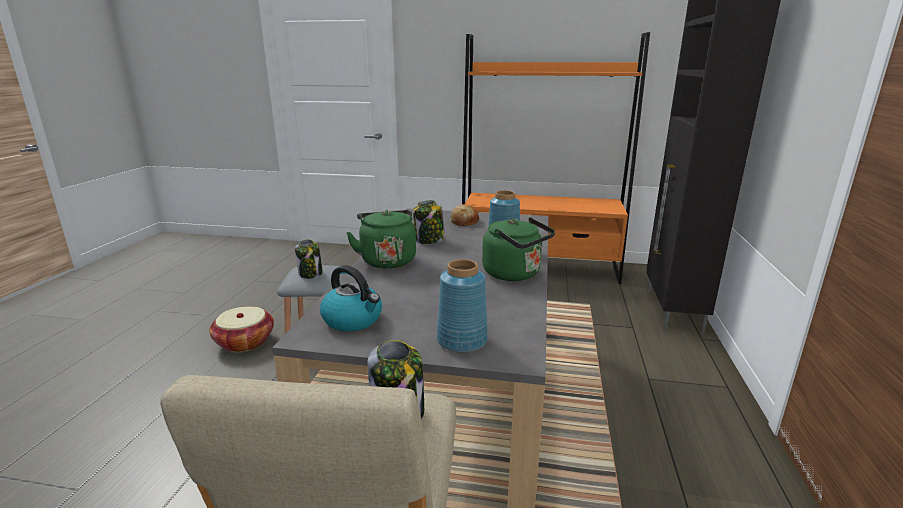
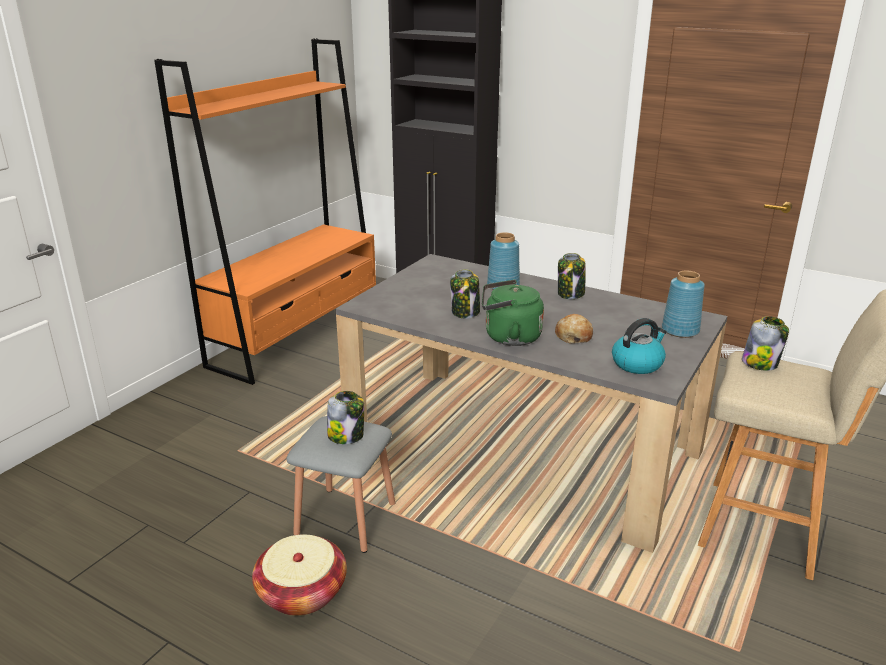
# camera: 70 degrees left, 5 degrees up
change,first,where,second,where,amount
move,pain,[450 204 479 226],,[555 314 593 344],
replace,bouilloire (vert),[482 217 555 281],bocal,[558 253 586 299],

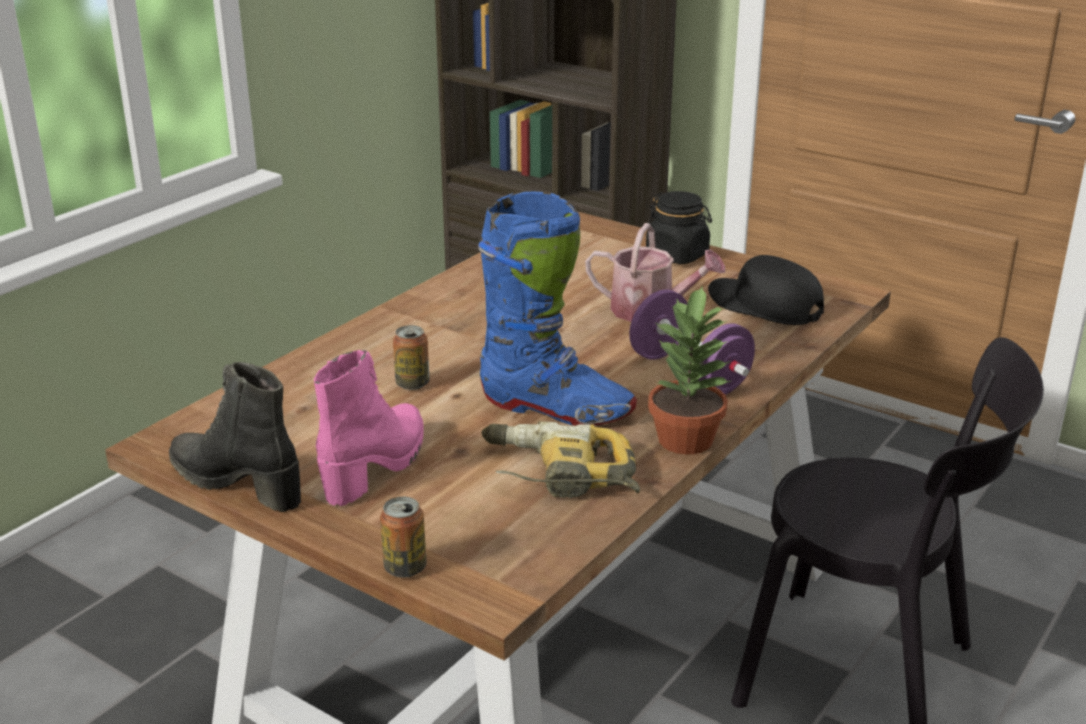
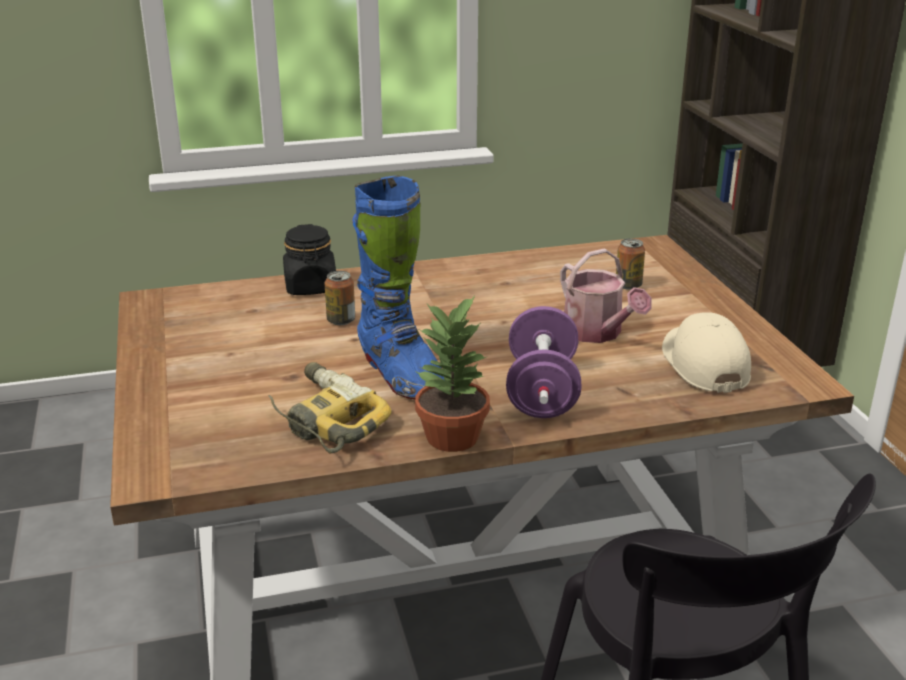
# camera: 40 degrees right, 0 degrees up
change,first,where,second,where,amount
move,bocal (noir),[646 191 712 264],,[283 224 336 295],
recolor,casquette (noir),[708 255 824 325],casquette (beige),[662 312 751 393],
delete,botte (rose),[314 350 424 506],,,
delete,botte (noir),[169 362 301 512],,,
move,boîte métallique,[380 497 427 578],,[616 238 645 290],

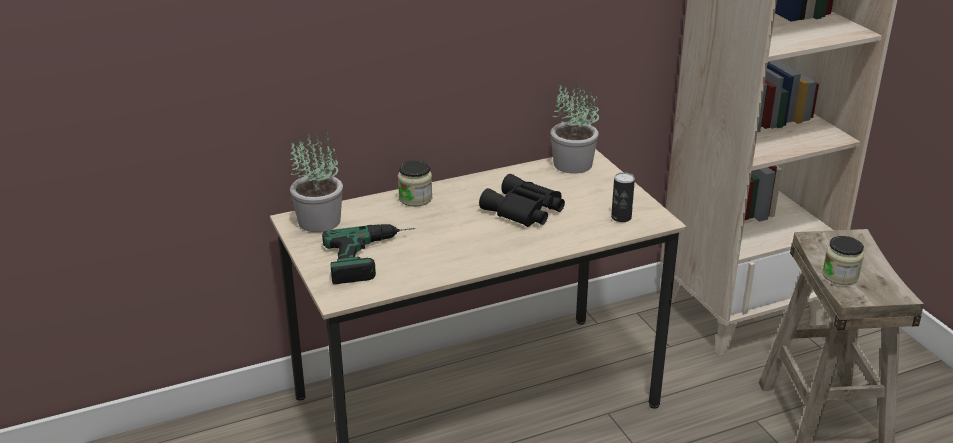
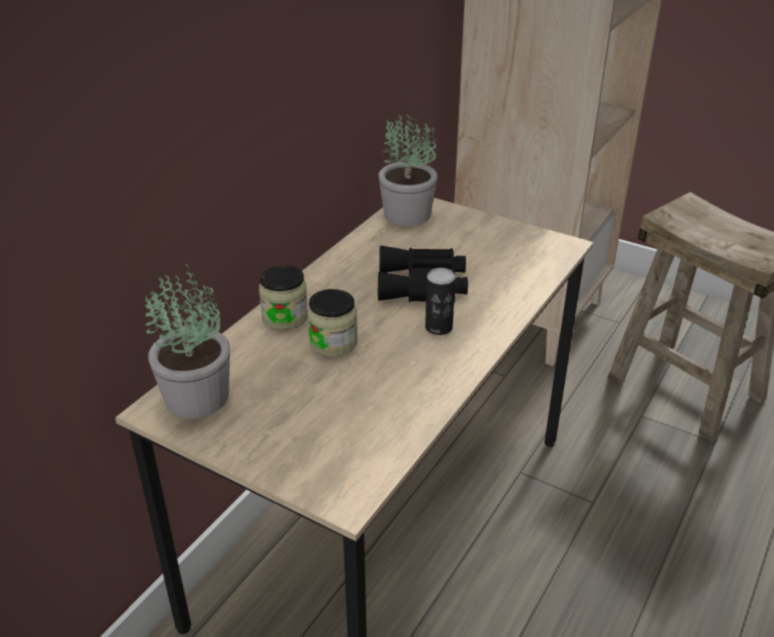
# camera: 35 degrees left, 5 degrees up
change,first,where,second,where,amount
move,boîte métallique,[611 172 635 222],,[425 268 455 335],
delete,perceuse,[322 224 415 284],,,
move,bocal,[822 236 864 285],,[307 289 358 357],

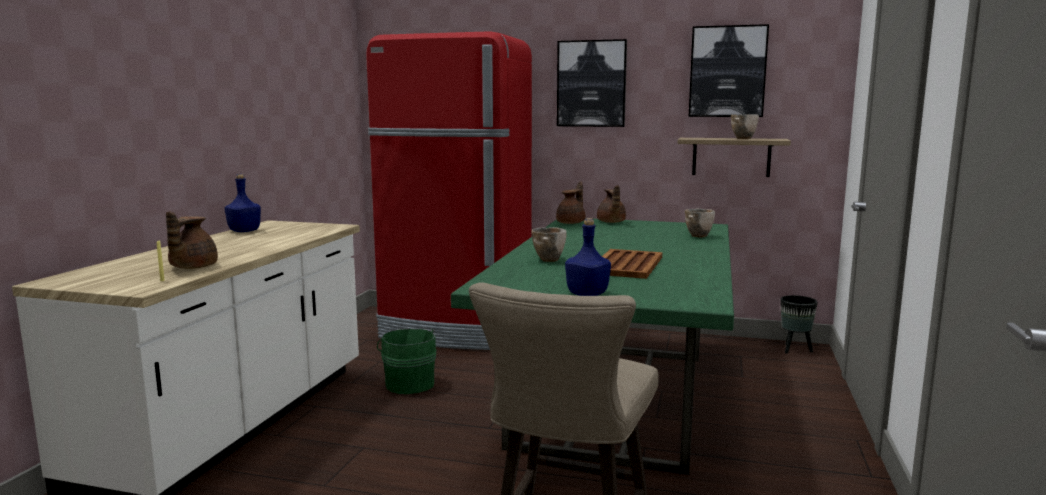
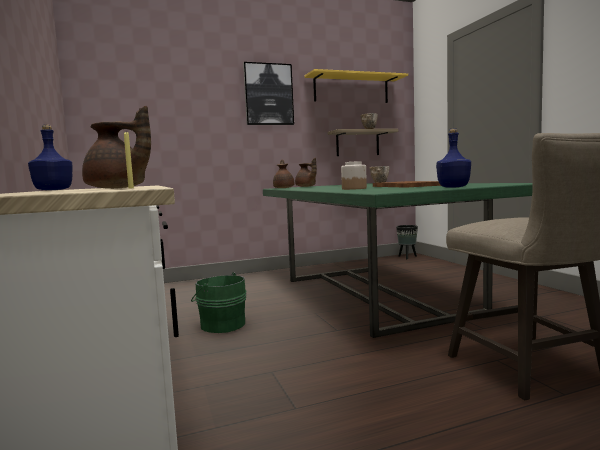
# camera: 35 degrees left, 5 degrees down
change,first,where,second,where,amount
replace,tableau,[689 24 769 117],étagère (jaune),[304 69 408 103],
delete,réfrigérateur (rouge),[366 31 532 350],,,
rotate,théière (marron),[166 212 218 269],,[82 106 151 189],45 degrees counterclockwise
replace,bol,[531 227 567 262],bocal,[341 161 367 190],

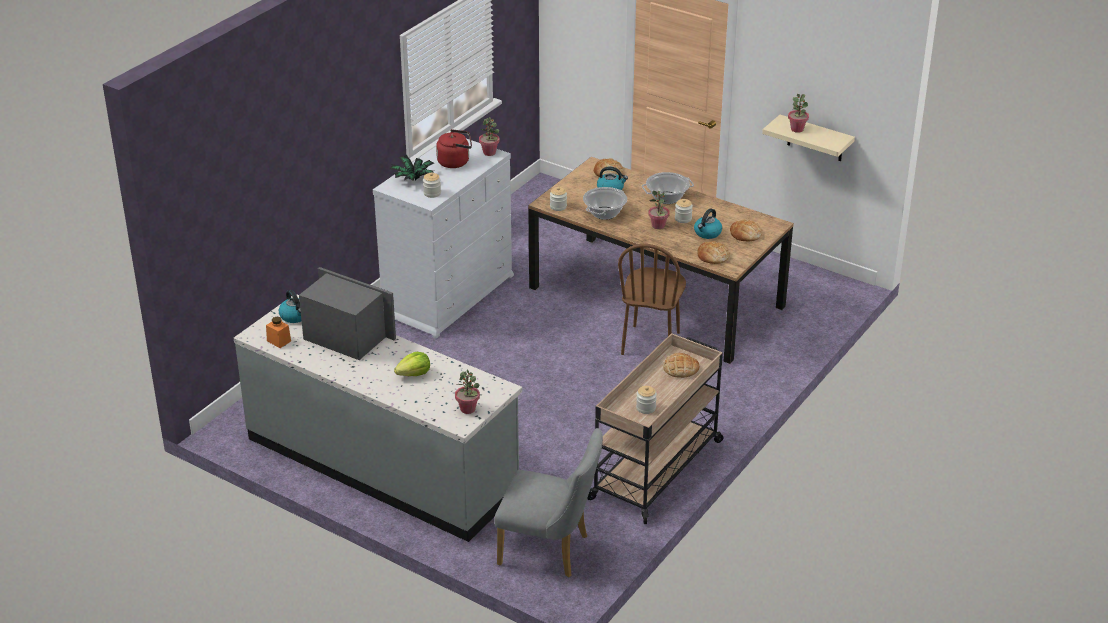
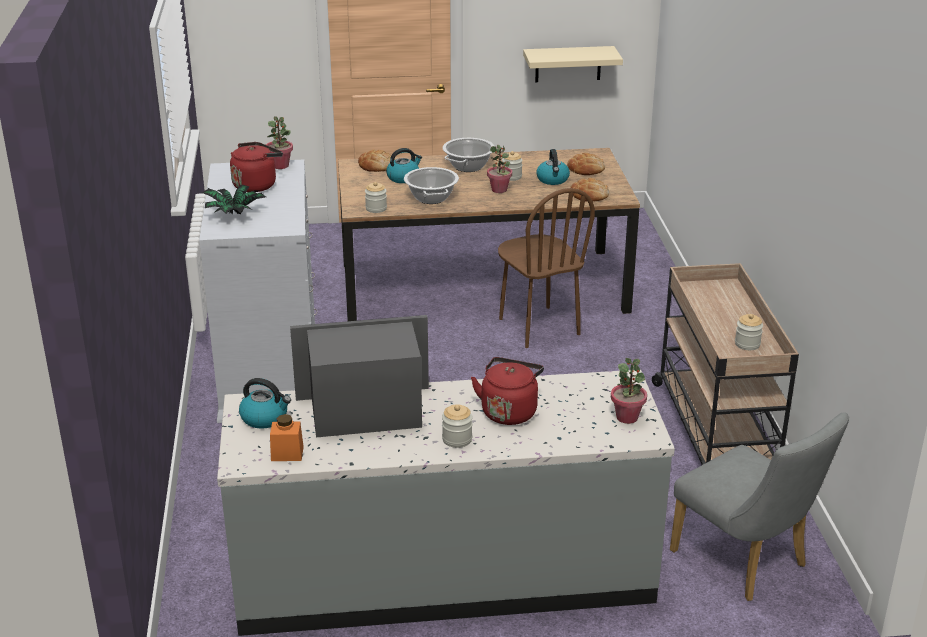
# camera: 40 degrees left, 5 degrees down
change,first,where,second,where,amount
delete,plante en pot,[788 94 809 133],,,
move,bocal,[423 172 441 198],,[442 404 473 448],
replace,laitue,[394 352 430 376],bouilloire (rouge),[471 357 544 425],
delete,pain,[663 353 699 378],,,
rotate,chaise (gris),[494 428 603 577],,[670 412 849 601],75 degrees clockwise

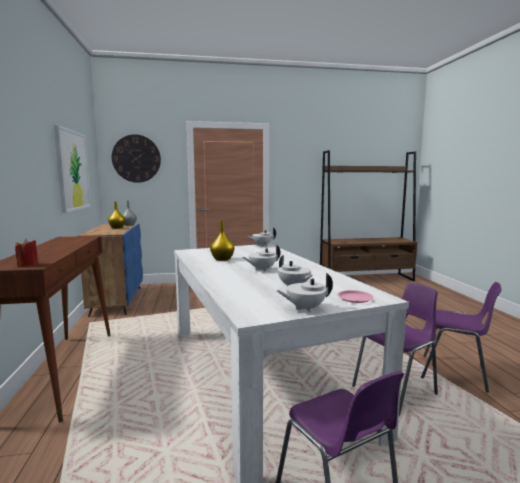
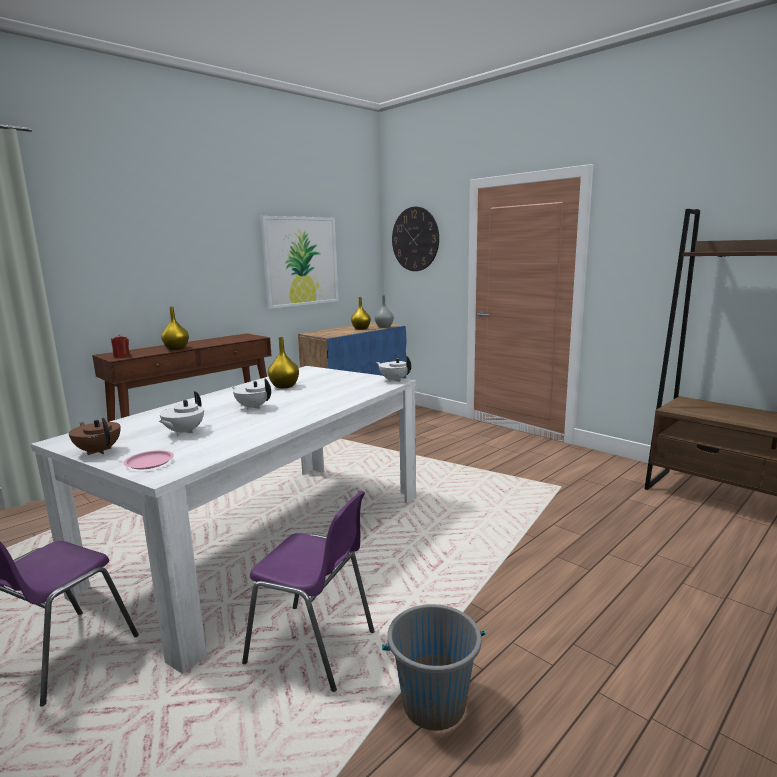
# camera: 55 degrees right, 5 degrees up
change,first,where,second,where,amount
recolor,théière (blanc),[277 273 333 312],théière (marron),[69 418 121 455],
replace,chaise (violet),[421 282 502 393],seau (gris),[382 604 485 731],
insert,,,vase (jaune),[161 307 189 350],

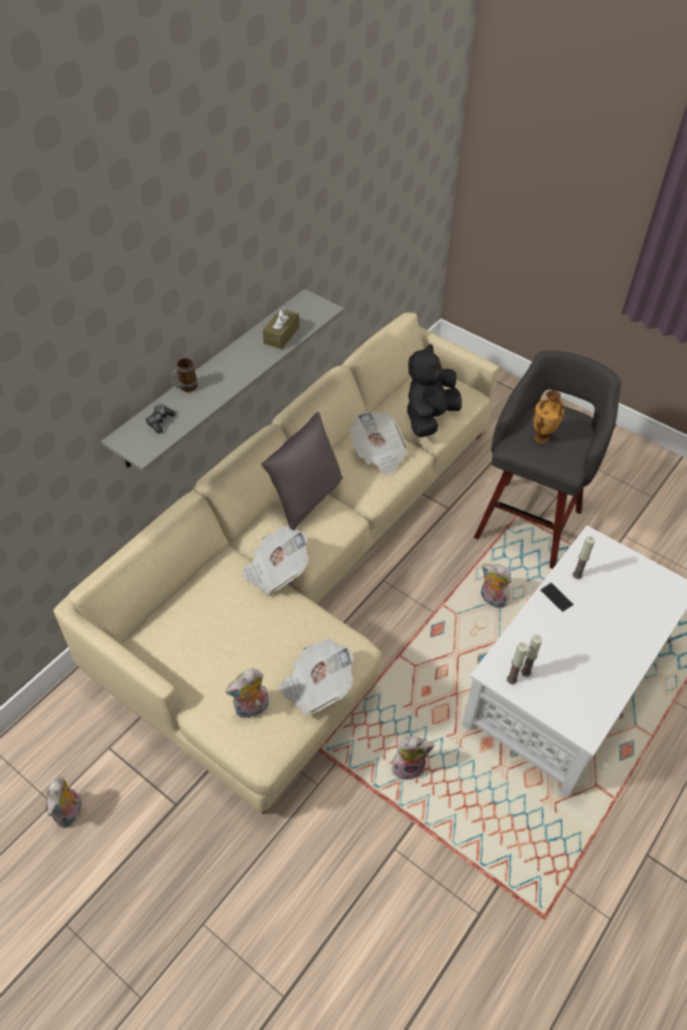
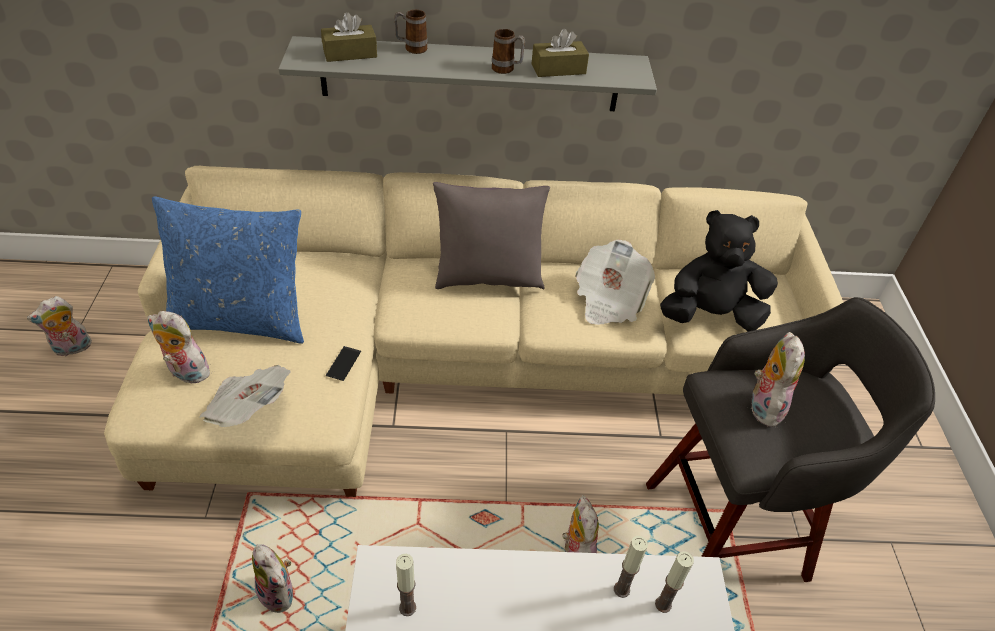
# camera: 50 degrees right, 5 degrees down
change,first,where,second,where,amount
replace,vase,[533 390 564 443],peluche,[751 332 805 427],
replace,manette,[145 404 176 434],boîte à mouchoirs (marron),[321 12 377 62],
delete,journal,[242 526 309 595],,,
move,téléphone,[540 583 574 612],,[326 346 361 381],
move,bougie,[507 643 528 684],,[655 551 694 613],
insert,,,mug,[492 29 525 74],
insert,,,coussin (bleu),[152 197 304 343],

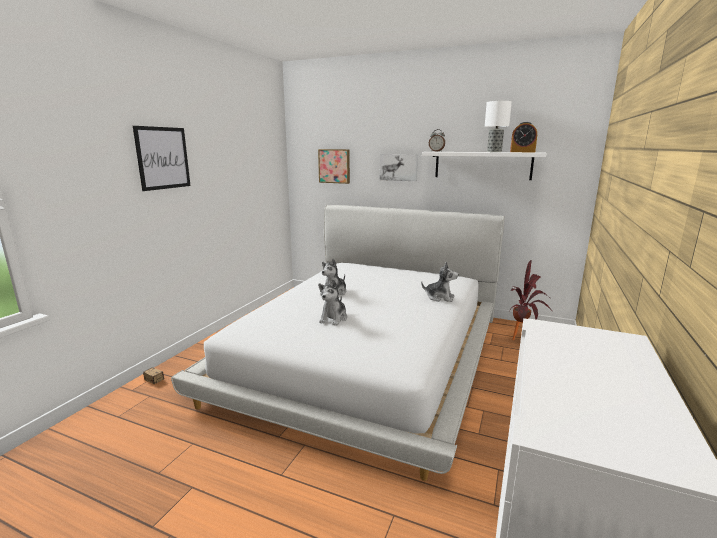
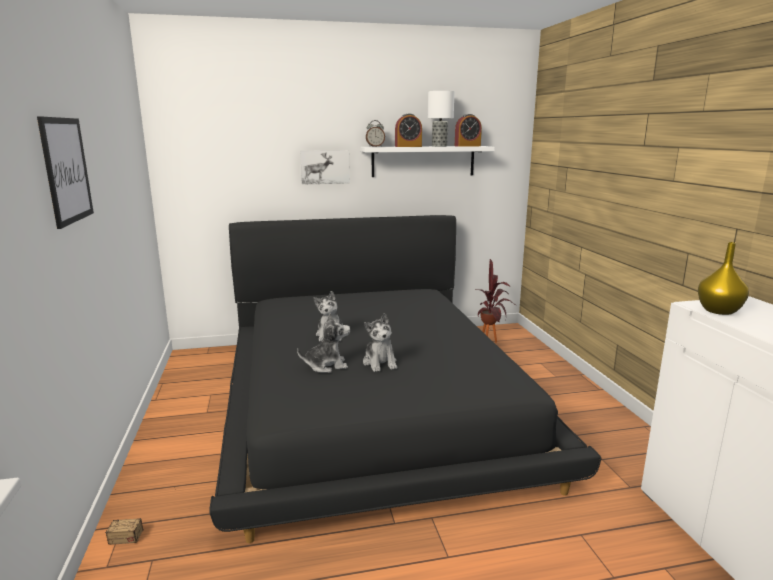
# camera: 35 degrees left, 0 degrees up
change,first,where,second,where,amount
delete,tableau,[318 149 350 184],,,
recolor,lit (blanc),[171 205 505 481],lit (noir),[209 215 601 543],
move,peluche,[421 262 458 302],,[297 313 350 373],
insert,,,réveil,[395 113 422 147],
insert,,,vase (jaune),[698 242 749 315],

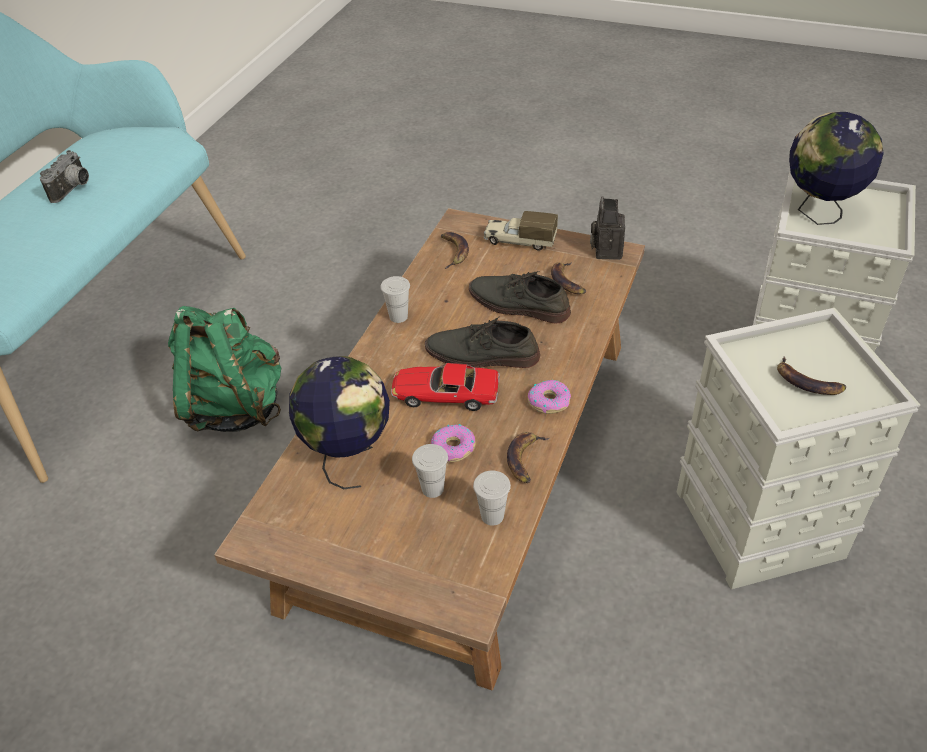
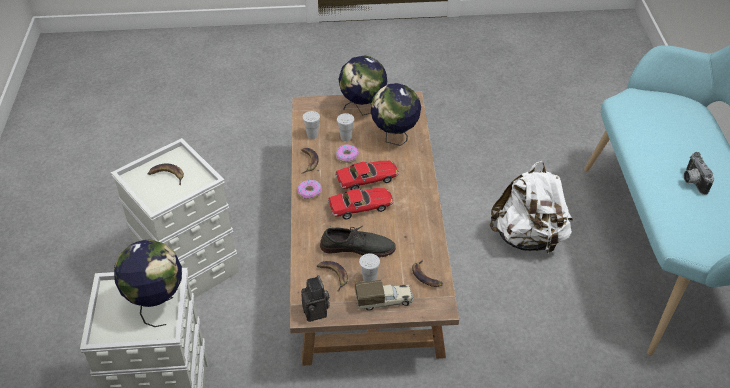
# camera: 155 degrees right, 0 degrees up
change,first,where,second,where,amount
move,tasse (blanc),[380 276 410 323],,[359 253 380 281],
recolor,sac à dos (vert),[168 306 281 432],sac à dos (blanc),[490 161 573 254],
replace,chaussure (gris),[425 316 540 368],petite voiture,[328 188 394 219],
insert,,,globe,[339 55 387 116],

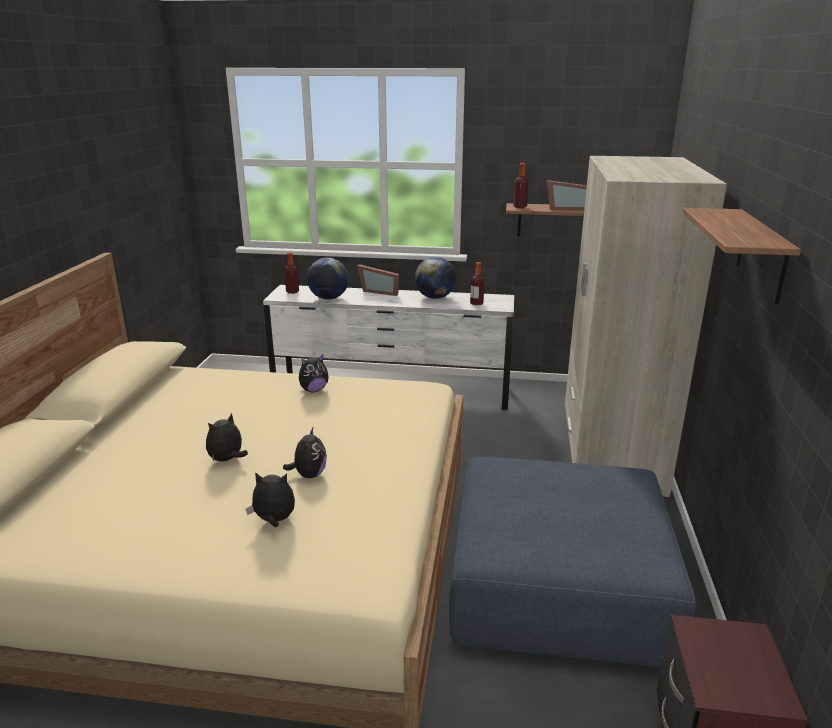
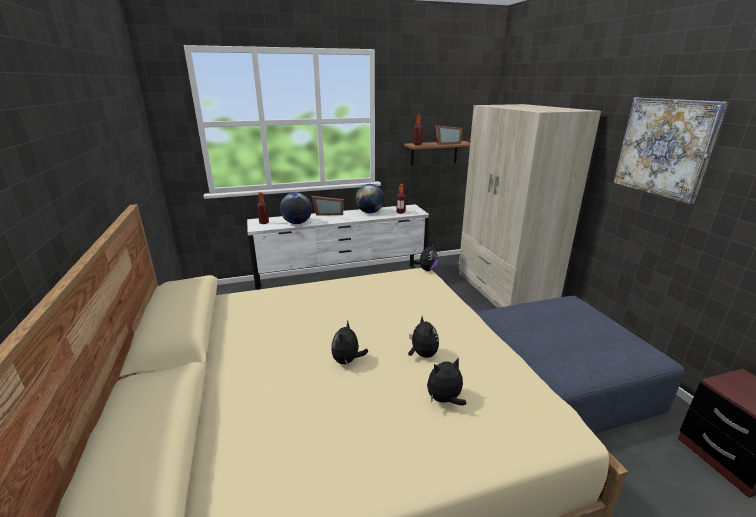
# camera: 25 degrees left, 0 degrees up
change,first,where,second,where,amount
replace,étagère,[683 208 801 304],tableau,[613 98 728 204],
move,peluche,[299 355 329 392],,[413 244 438 271],

